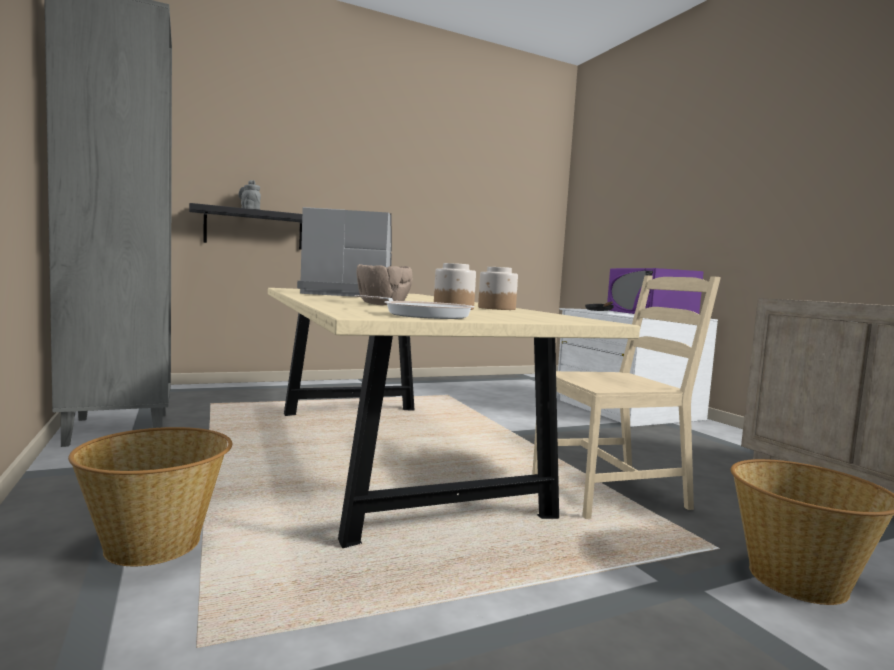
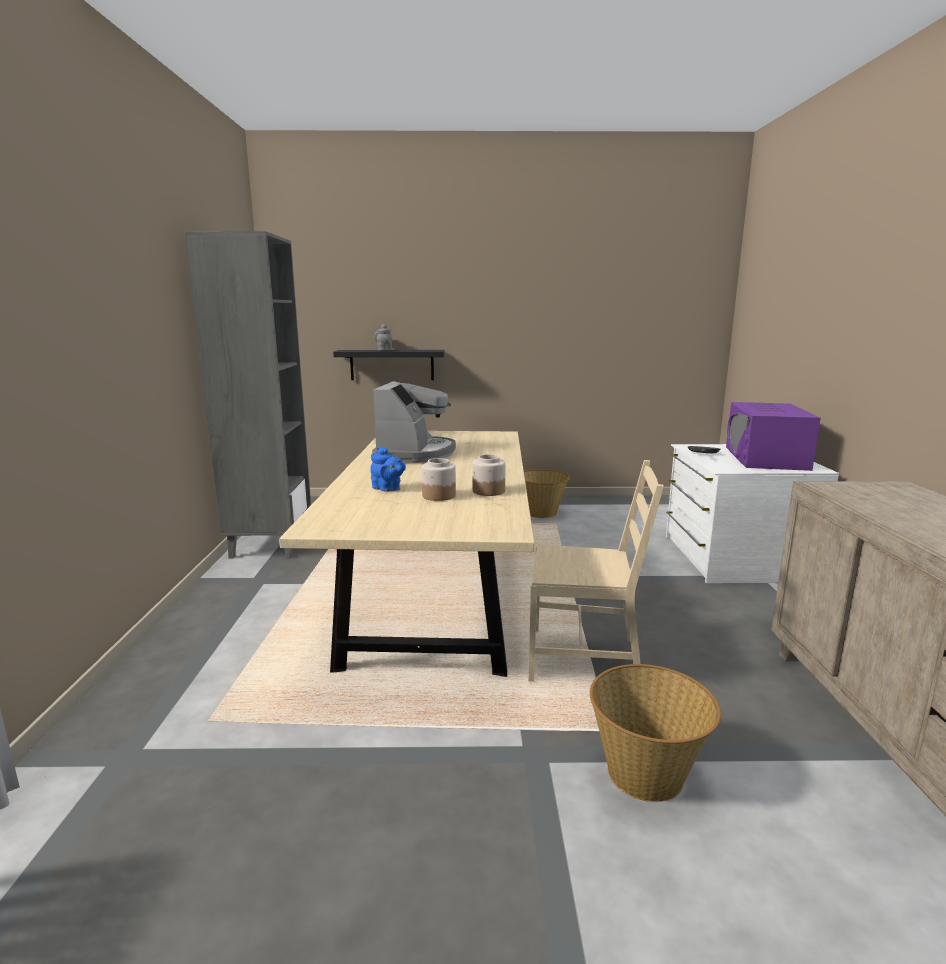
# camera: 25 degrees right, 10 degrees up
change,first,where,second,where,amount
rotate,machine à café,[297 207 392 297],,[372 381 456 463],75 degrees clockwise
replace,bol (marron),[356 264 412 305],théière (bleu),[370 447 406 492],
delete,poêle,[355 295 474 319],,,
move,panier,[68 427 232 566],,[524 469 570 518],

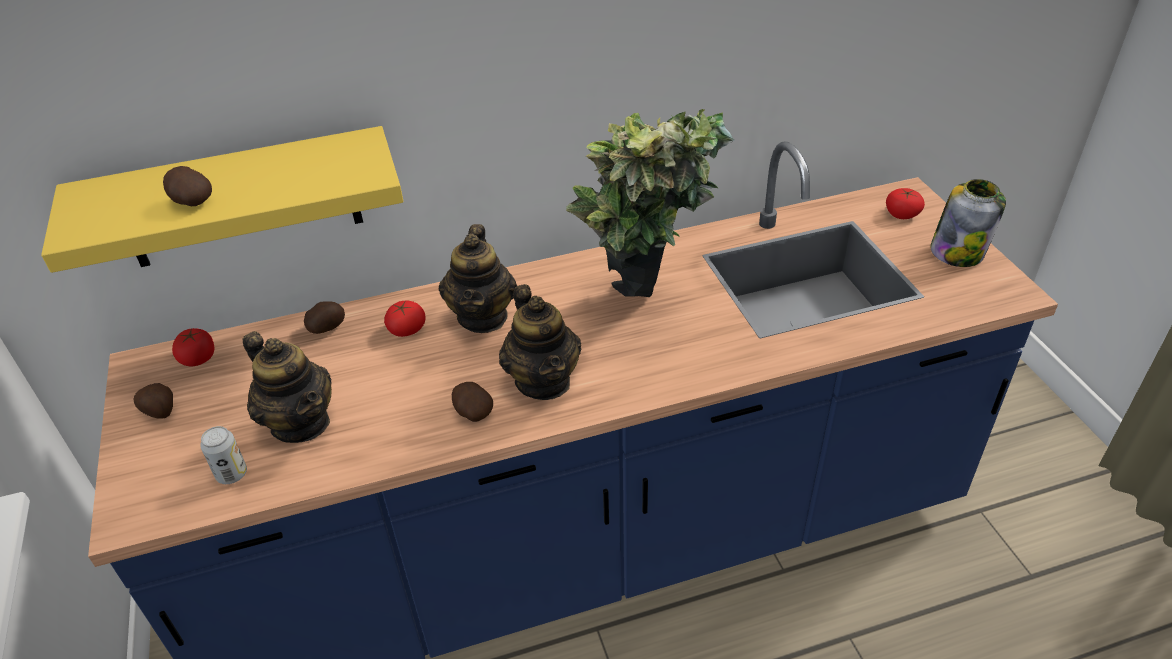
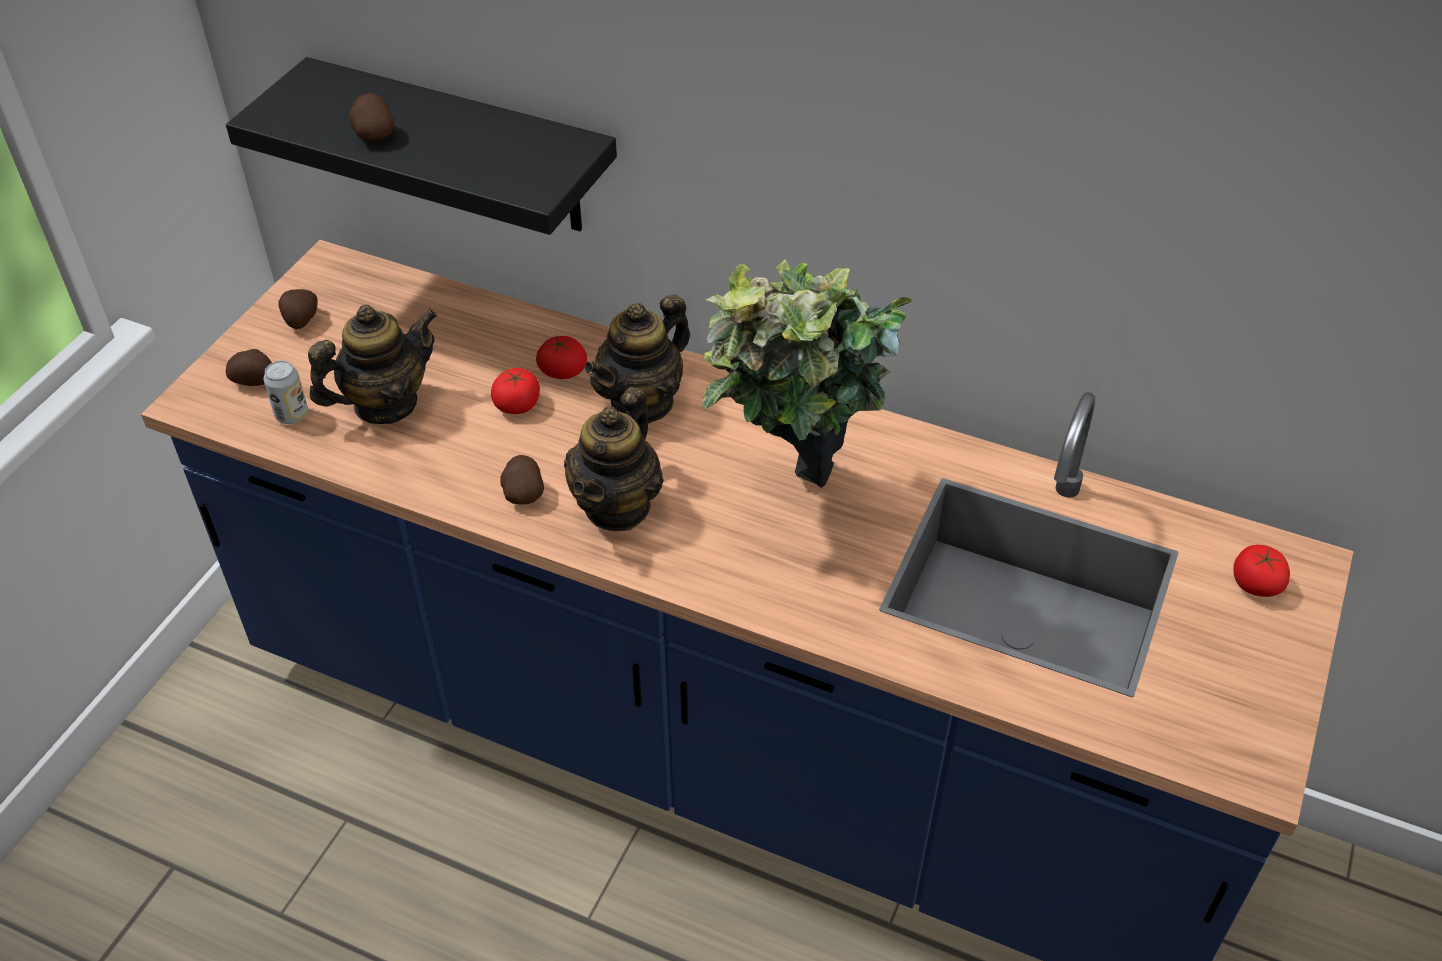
# camera: 40 degrees right, 5 degrees up
change,first,where,second,where,amount
recolor,étagère (jaune),[41 126 403 273],étagère (noir),[226 57 617 235],
delete,bocal,[930 179 1006 267],,,
move,pomme de terre,[304 301 345 334],,[226 349 272 386],
move,tomate,[172 328 215 366],,[491 368 540 414],
rotate,théière,[243 331 332 443],,[308 304 437 424],120 degrees counterclockwise

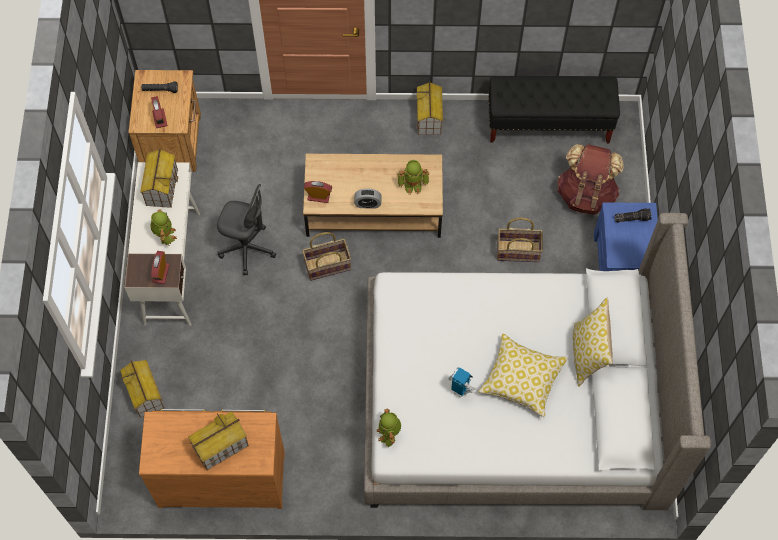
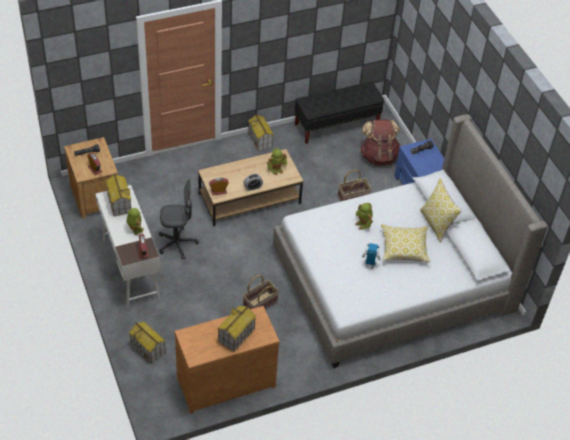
# camera: 25 degrees left, 15 degrees down
change,first,where,second,where,amount
move,panier,[302 232 351 281],,[243 275 279 309],
move,robot jouet,[376 409 401 448],,[355 203 373 230],

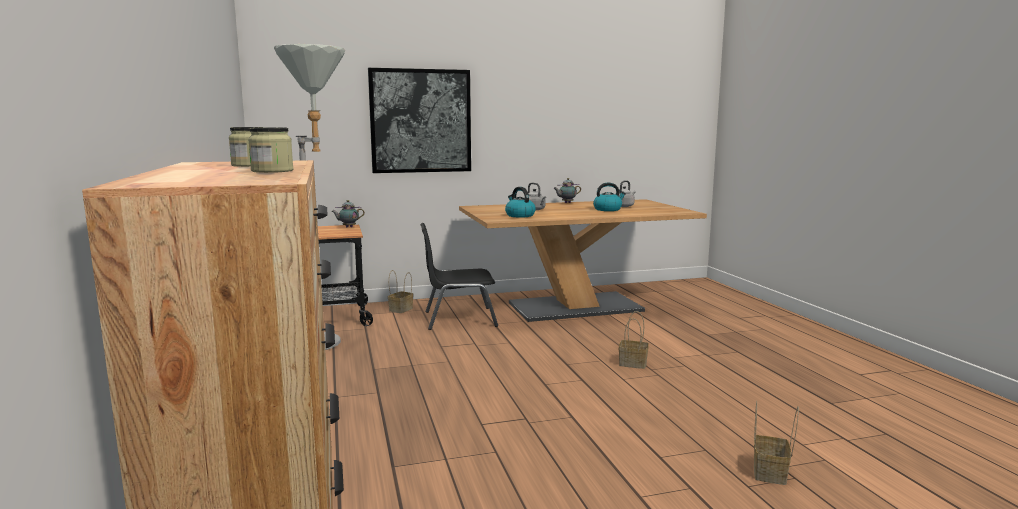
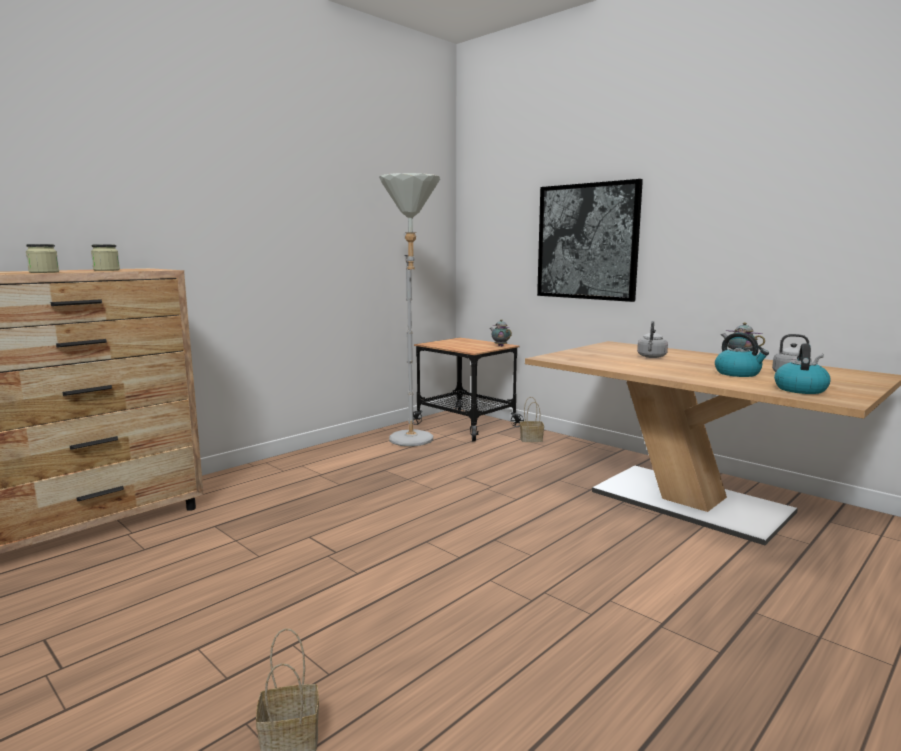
# camera: 60 degrees right, 0 degrees up
change,first,where,second,where,amount
move,bouilloire,[505 187 536 218],,[774 343 831 394],
delete,chaise (noir),[421 223 498 330],,,
delete,panier,[619 311 649 369],,,

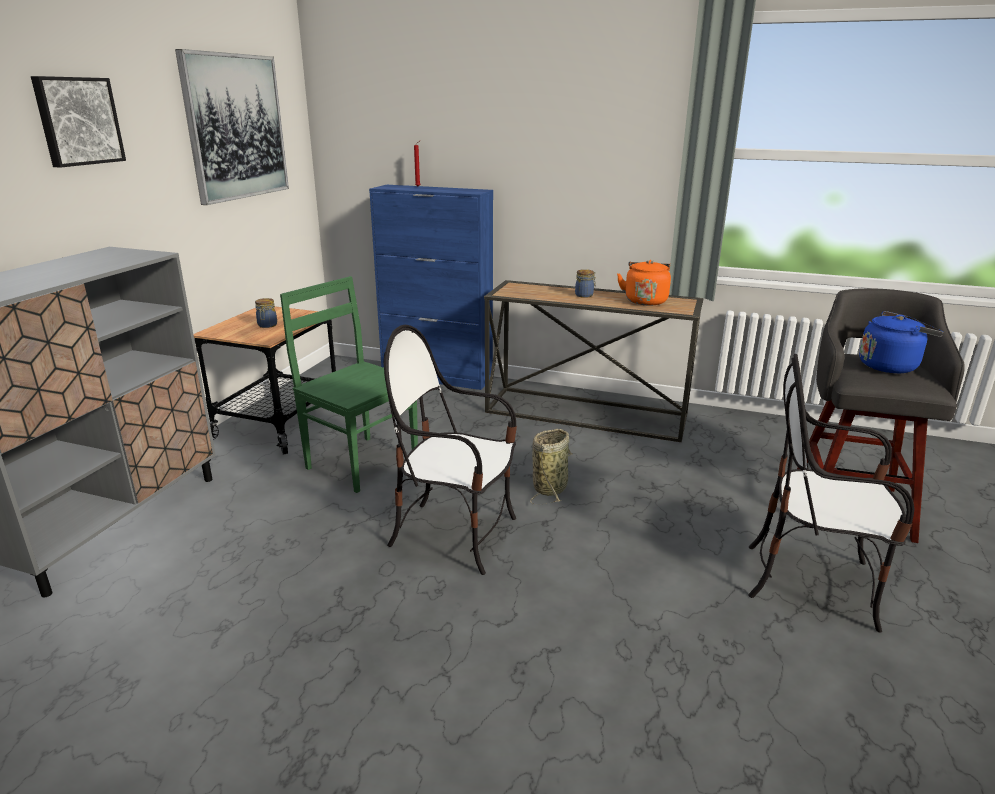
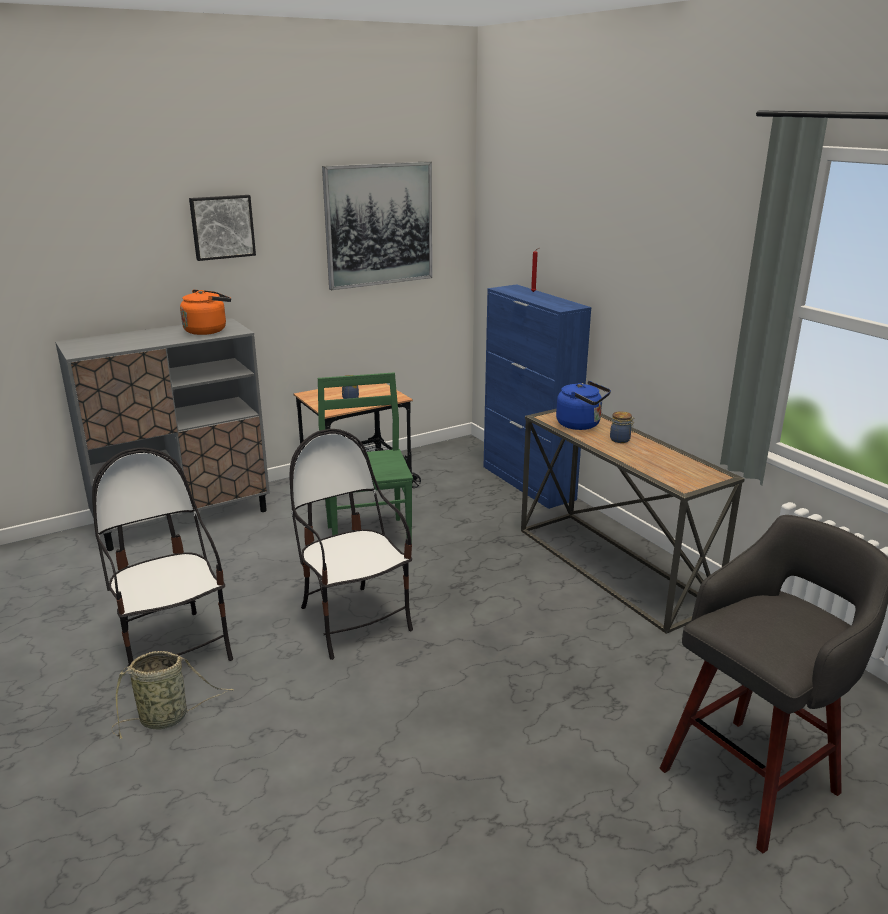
# camera: 40 degrees right, 0 degrees up
change,first,where,second,where,amount
move,bouilloire (orange),[617 260 671 306],,[180 290 231 335],
move,bouilloire (bleu),[859 311 943 373],,[556 381 611 430],
move,chaise,[748 354 915 633],,[92 448 233 666],
move,panier,[530 429 573 505],,[112 651 234 739],

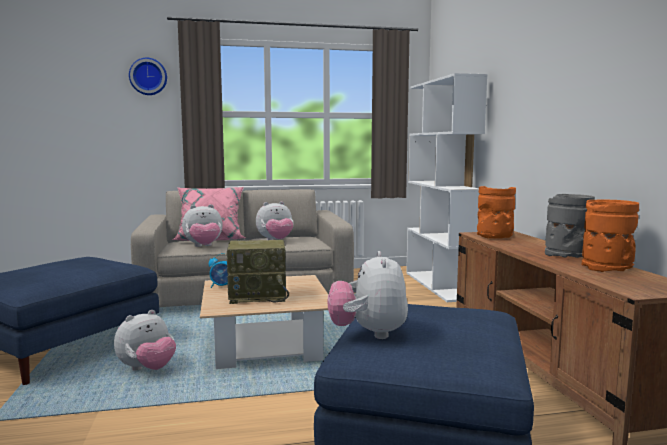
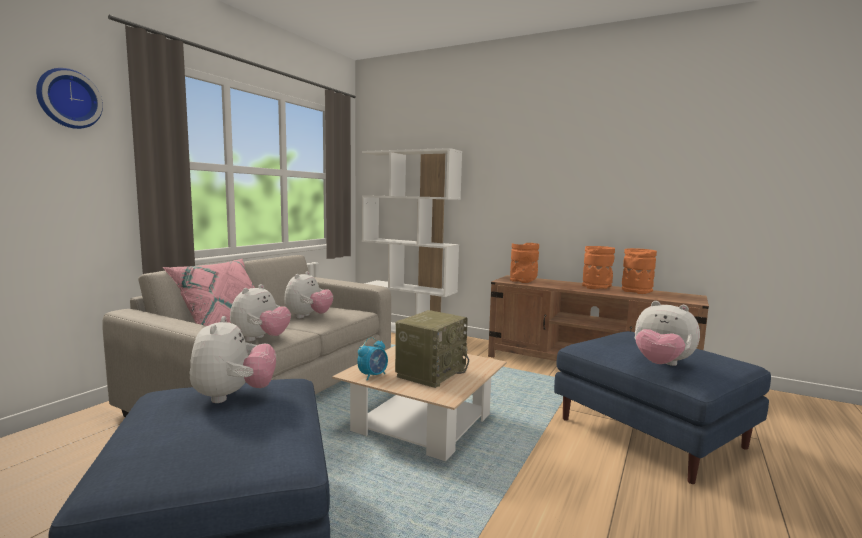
# camera: 50 degrees left, 0 degrees up
change,first,where,second,where,amount
recolor,vase (gris),[545 194 595 258],vase (orange),[582 246 615 289],
move,peluche,[114 310 176 370],,[190 316 276 403],

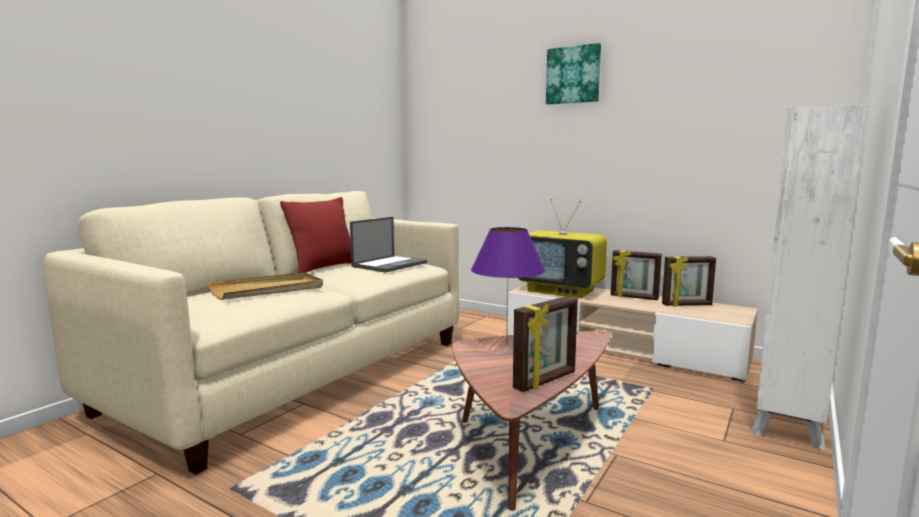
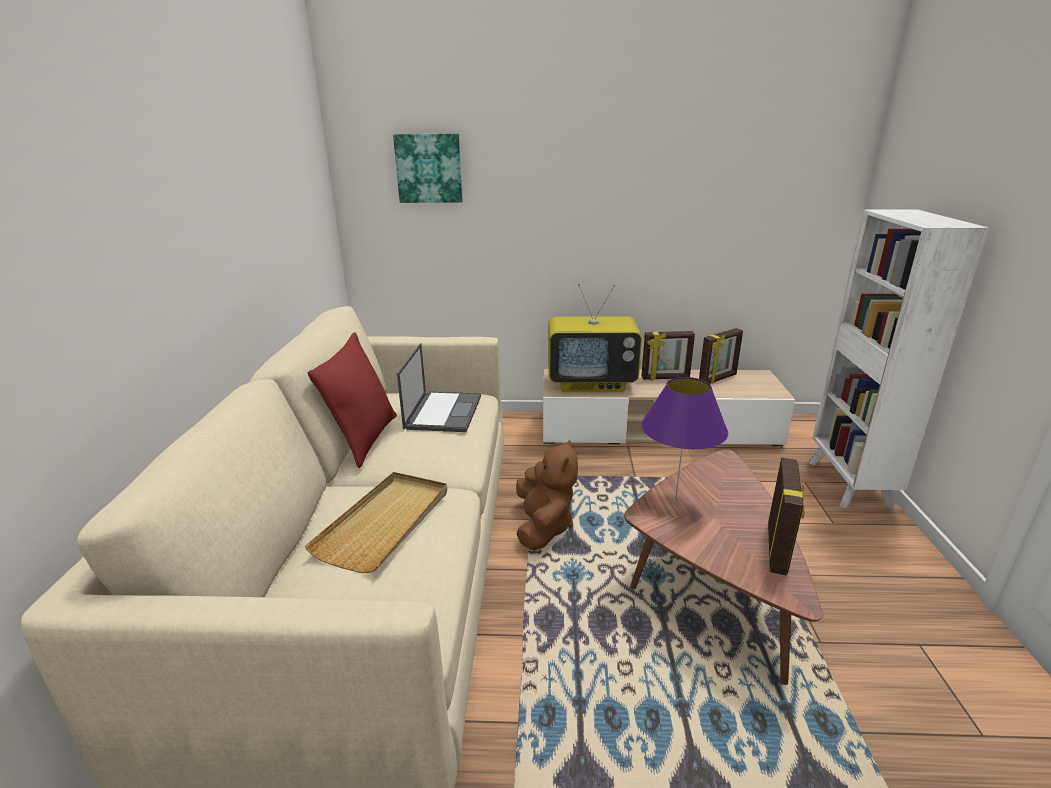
# camera: 30 degrees left, 15 degrees up
change,first,where,second,where,amount
move,tableau,[546 43 601 105],,[393 134 463 203],
insert,,,peluche (marron),[516 440 578 551],

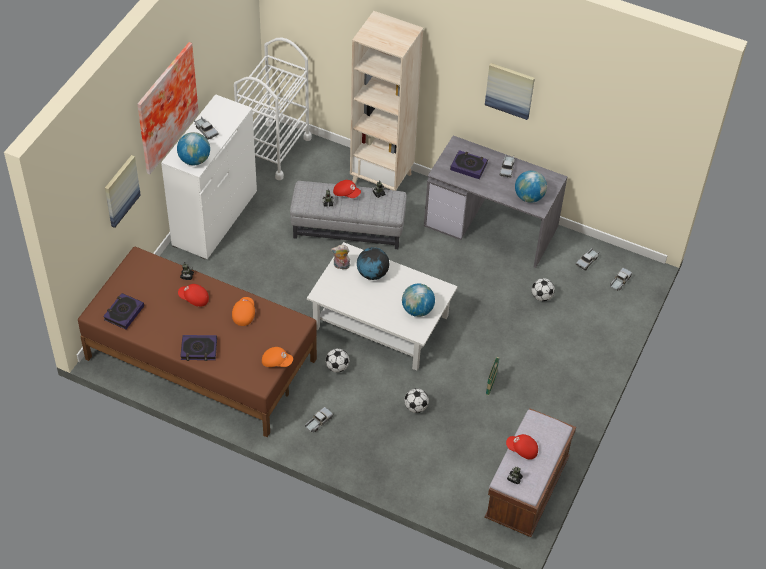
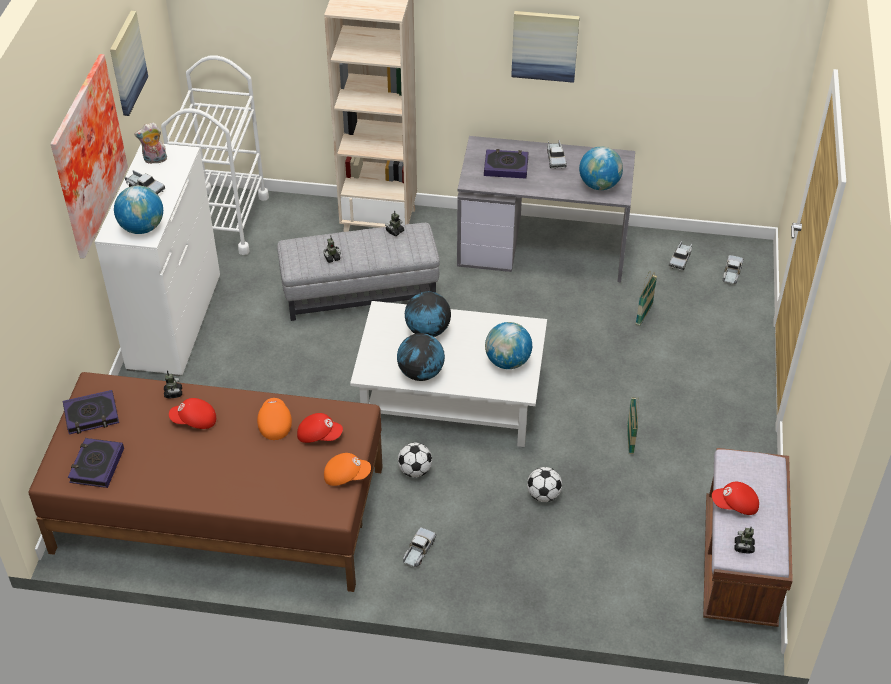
# camera: 15 degrees left, 5 degrees down
change,first,where,second,where,amount
move,tableau,[105 155 141 228],,[110 11 148 116],
move,casquette (rouge),[333 180 361 198],,[297 413 343 443],
move,peluche,[331 245 350 269],,[134 123 167 164],
replace,ballon de foot,[532 278 555 301],panier,[636 271 657 326],
move,livre,[180 335 217 361],,[63 390 119 434],
insert,,,globe,[397 333 445 381],

